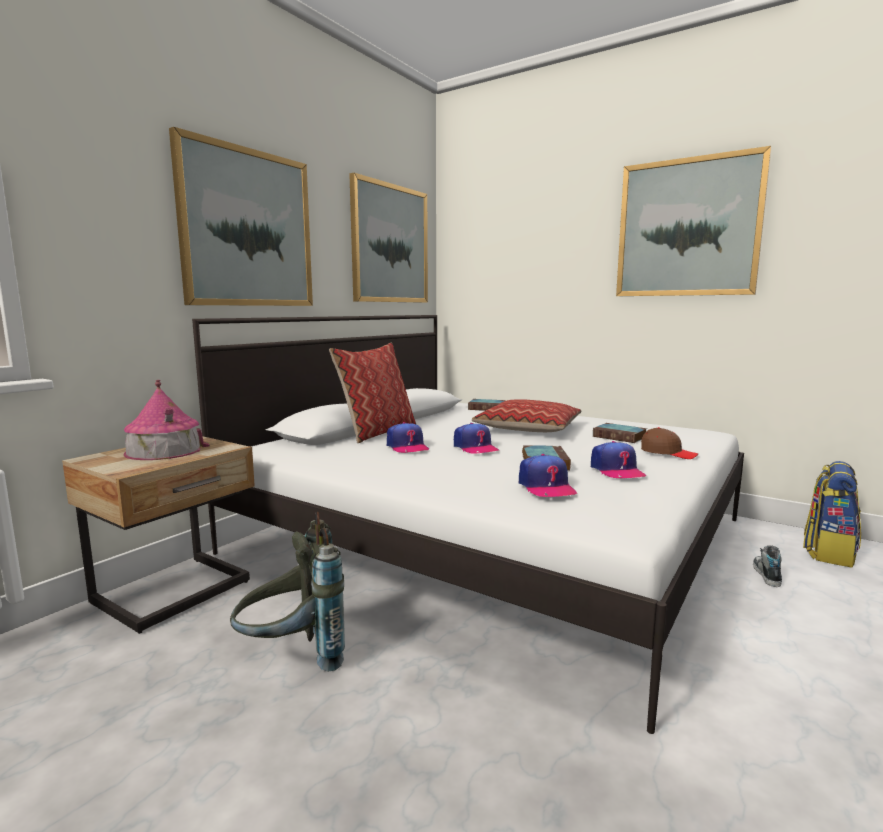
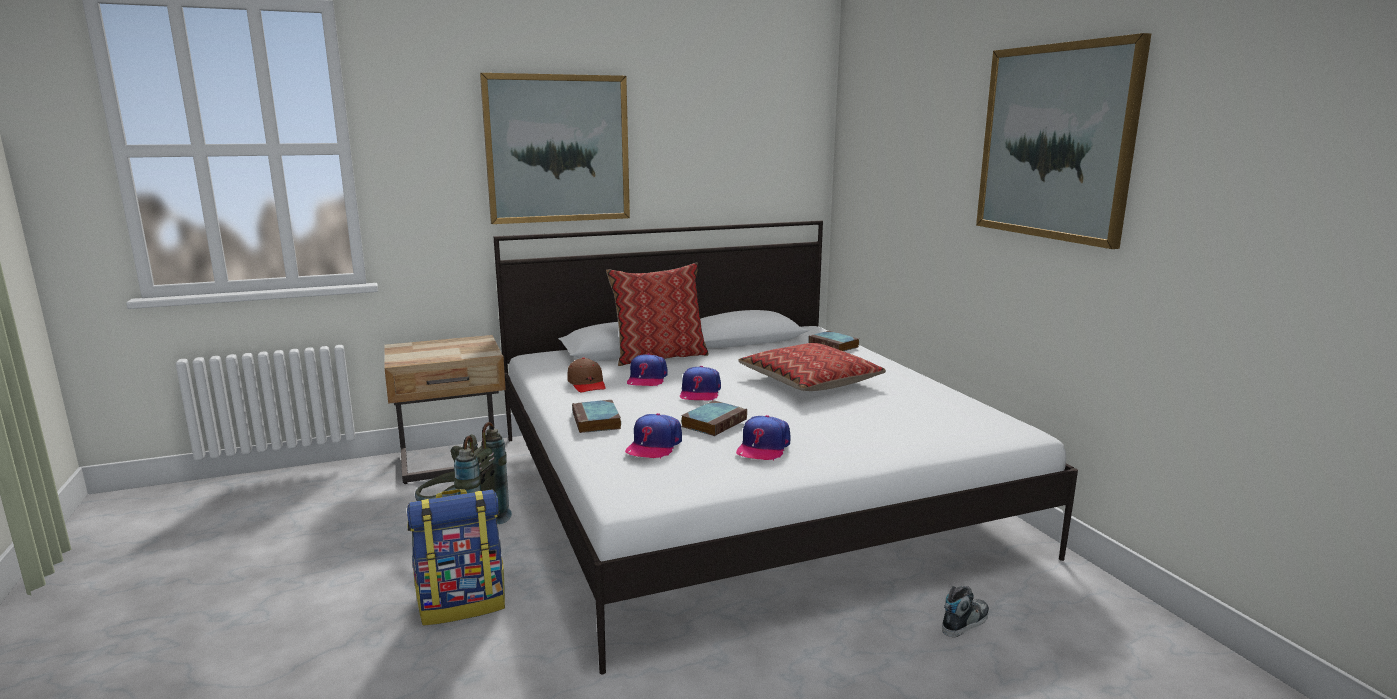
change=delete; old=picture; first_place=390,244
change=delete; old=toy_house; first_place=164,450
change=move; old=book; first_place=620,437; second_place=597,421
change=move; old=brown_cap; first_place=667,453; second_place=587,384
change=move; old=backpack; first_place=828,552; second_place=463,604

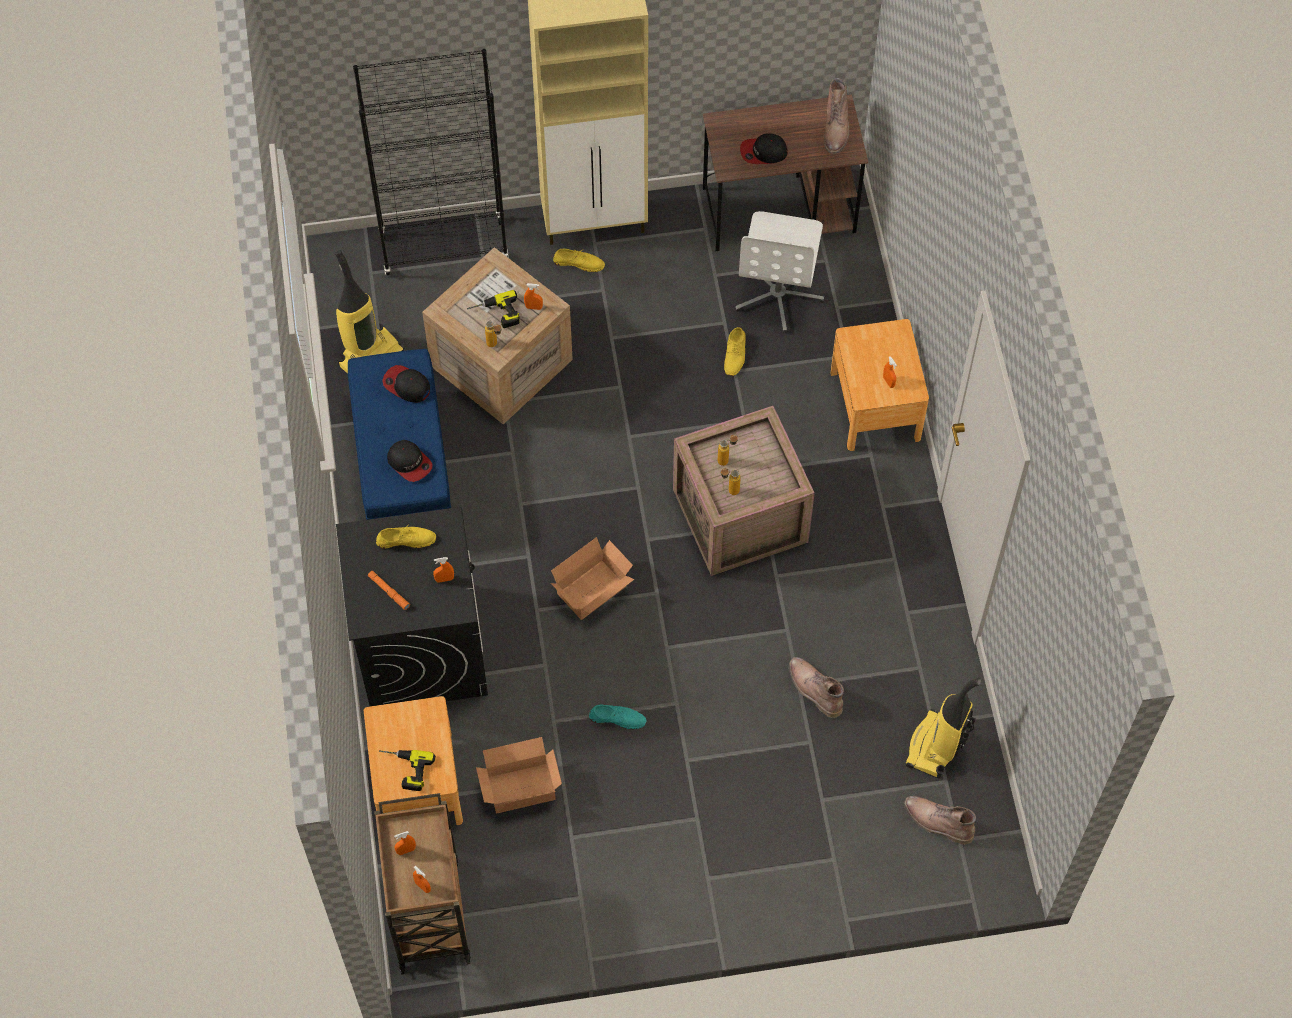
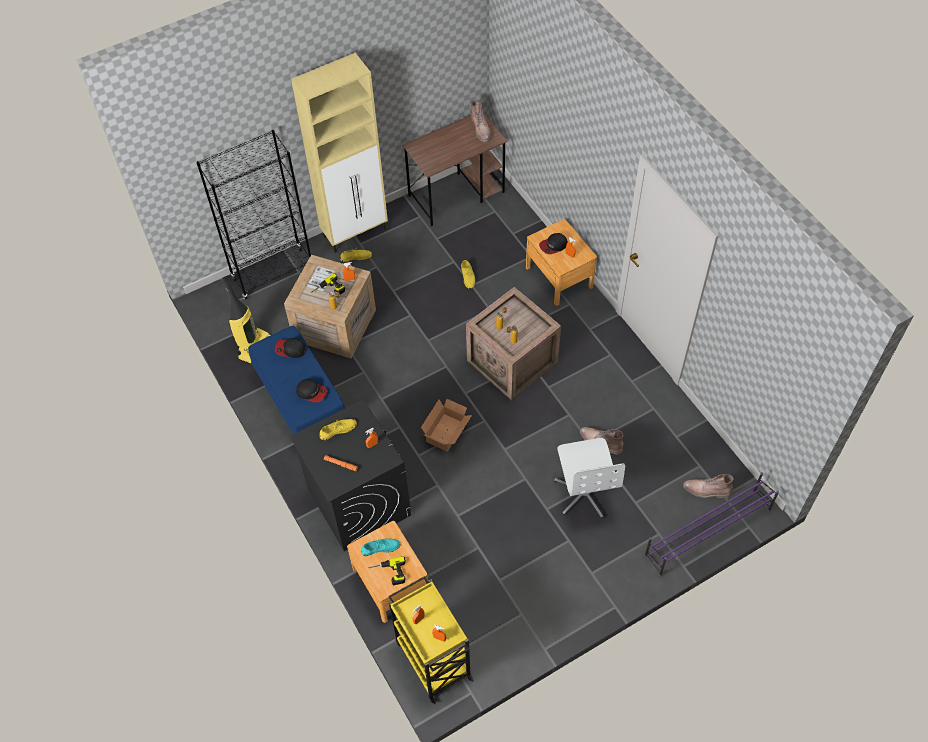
change=move; old=cap; first_place=763,152; second_place=553,246
change=move; old=white_office_chair; first_place=778,294; second_place=584,492
change=delete; old=vacuum_cleaner; first_place=935,746
change=move; old=turquoise_shoe; first_place=617,718; second_place=380,547
change=delete; old=cardboard_box; first_place=519,786
change=recolor; old=brown_cart; new=yellow_cart; first_place=428,911; second_place=432,658
change=insert; new=purple_shoe_rack; second_place=707,532

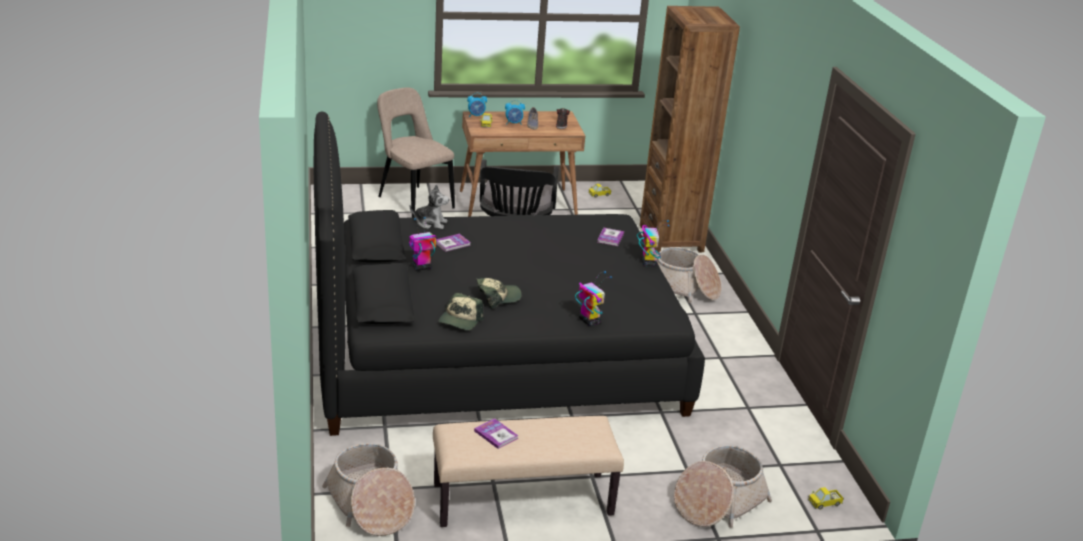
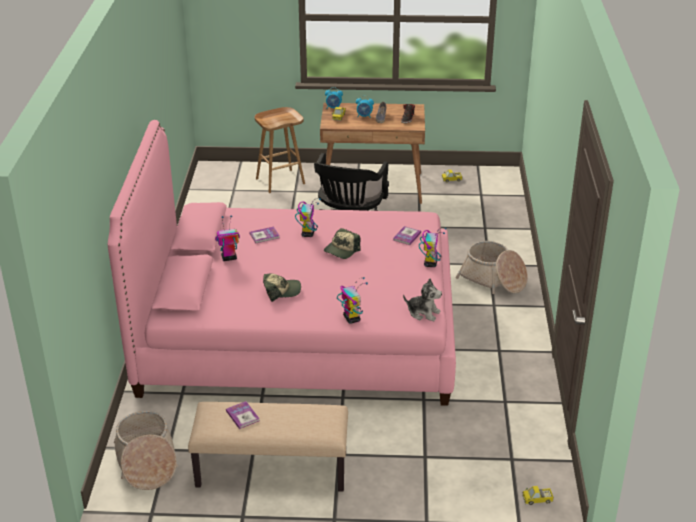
change=delete; old=brown_bookcase; first_place=671,238
change=replace; old=beige_chair; new=brown_stool; first_place=413,201; second_place=280,180
change=recolor; old=black_bed; new=pink_bed; first_place=494,354; second_place=297,333
change=move; old=plush_toy; first_place=430,223; second_place=423,313
change=move; old=cap; first_place=460,320; second_place=341,250
change=delete; old=basket; first_place=718,502
change=insert; new=toy_robot; second_place=308,233

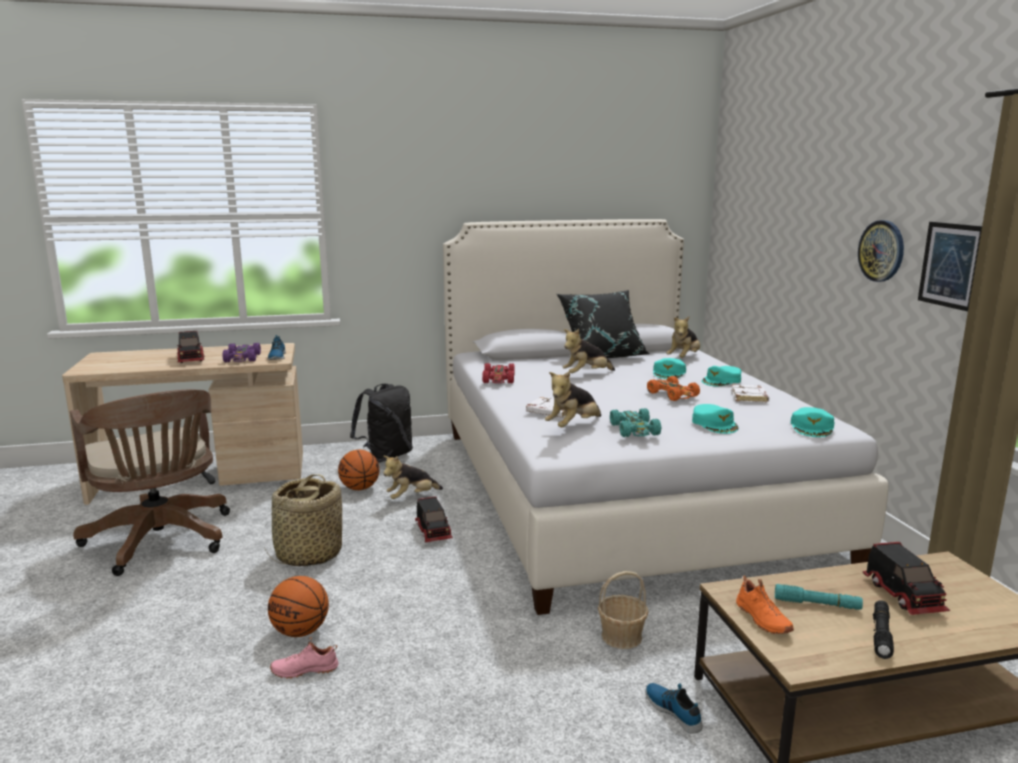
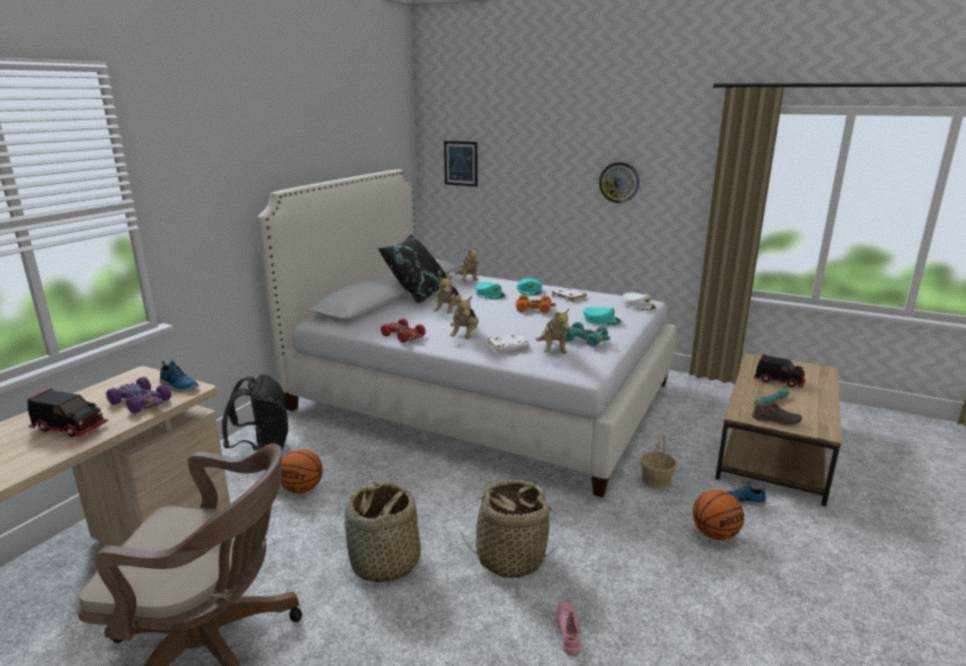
change=move; old=picture; first_place=951,265; second_place=461,163
change=recolor; old=turquoise_cap; new=white_cap; first_place=812,428; second_place=639,305
change=move; old=plush_toy; first_place=411,497; second_place=465,336
change=delete; old=toy_truck; first_place=433,531
change=recolor; old=orange_shoe; new=black_shoe; first_place=761,619; second_place=776,421
change=move; old=basketball; first_place=300,631; second_place=715,534
change=delete; old=black_flashlight; first_place=881,634
change=rotate; old=pink_shoe; first_place=305,669; second_place=569,632; degrees=150
change=insert; new=basket; second_place=510,557

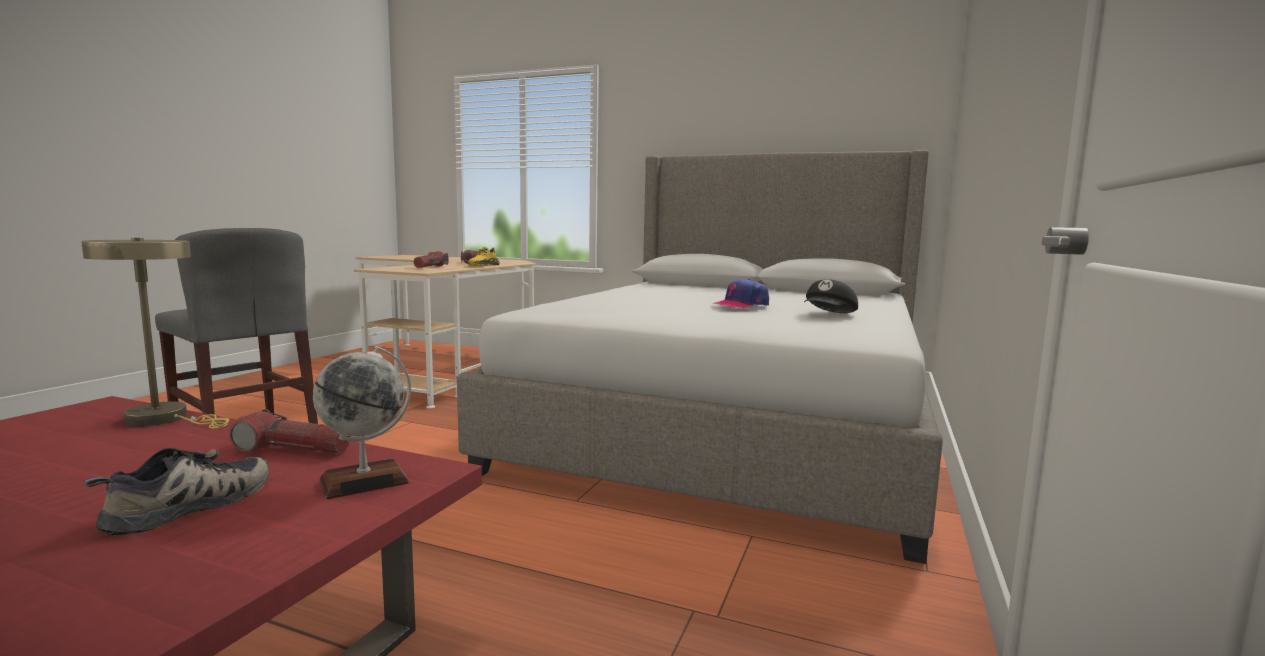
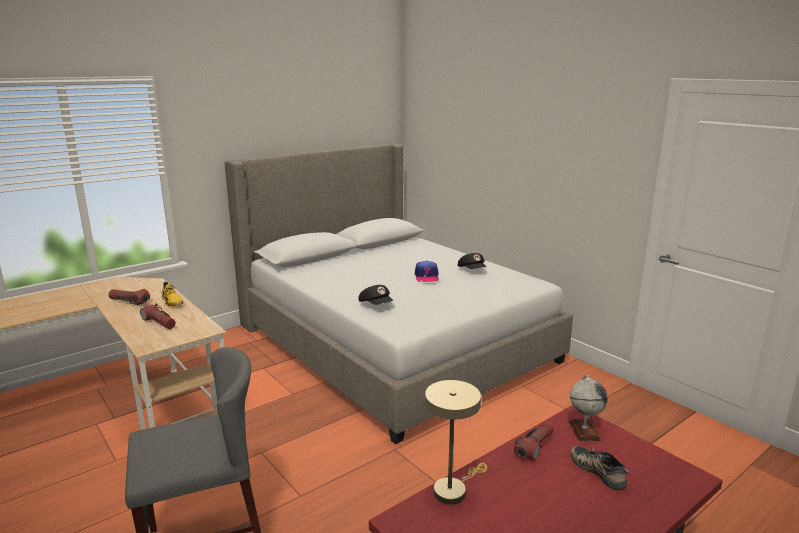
change=insert; new=black_cap; second_place=376,305

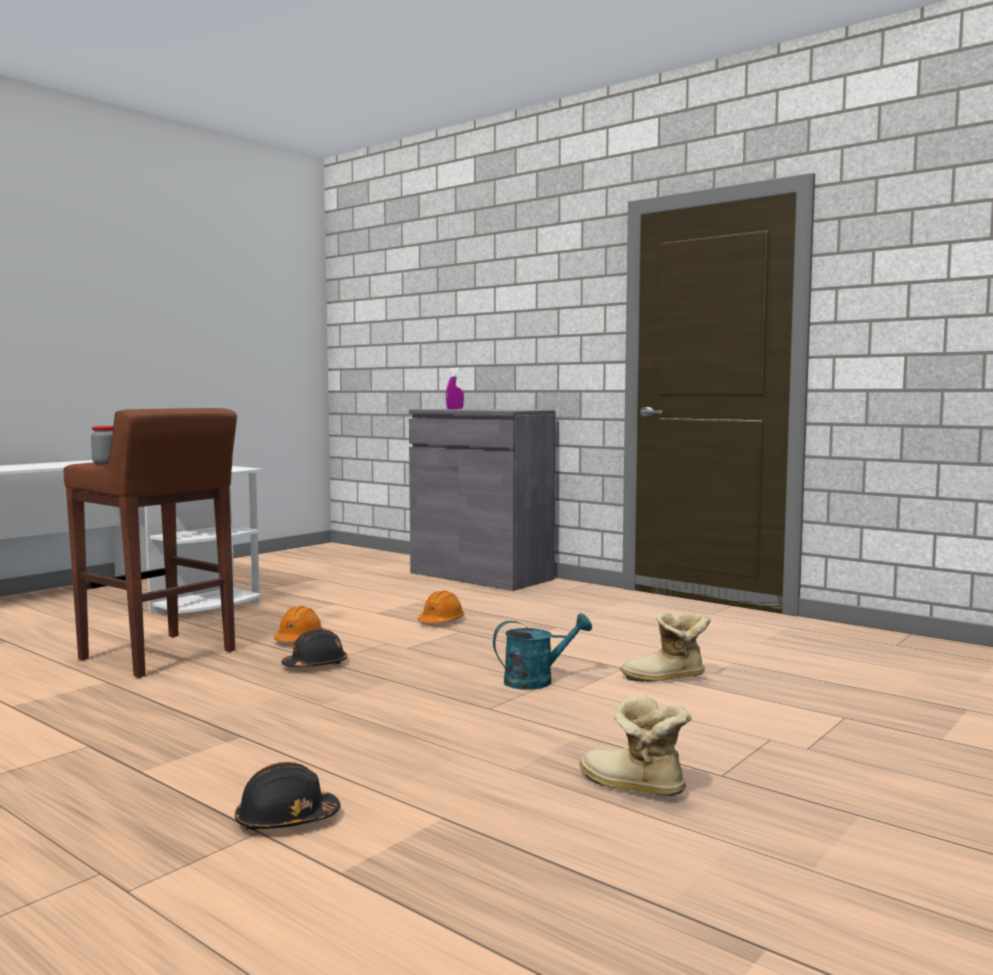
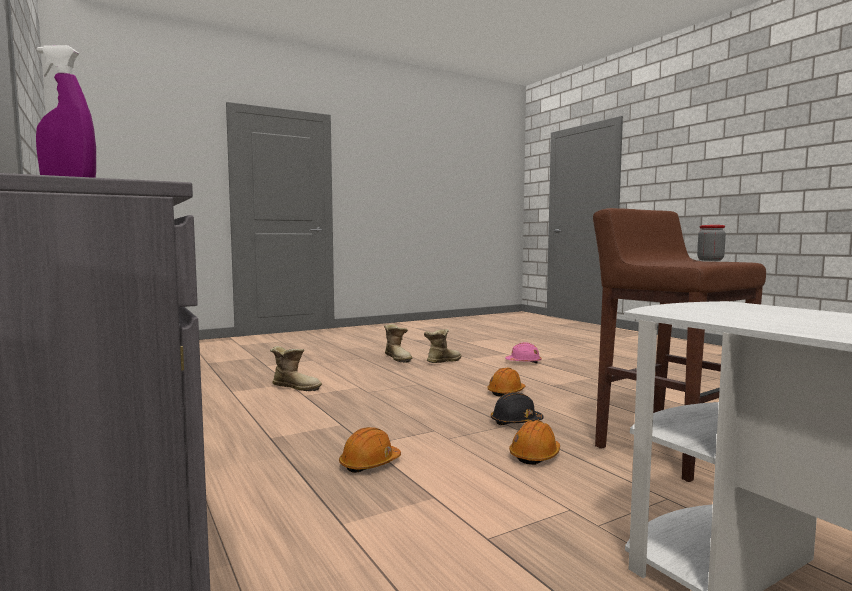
change=delete; old=turquoise_watering_can; first_place=537,680
change=recolor; old=black_hard_hat; new=pink_hard_hat; first_place=286,820; second_place=523,362
change=insert; new=boot; second_place=442,362
change=insert; new=orange_hard_hat; second_place=506,392

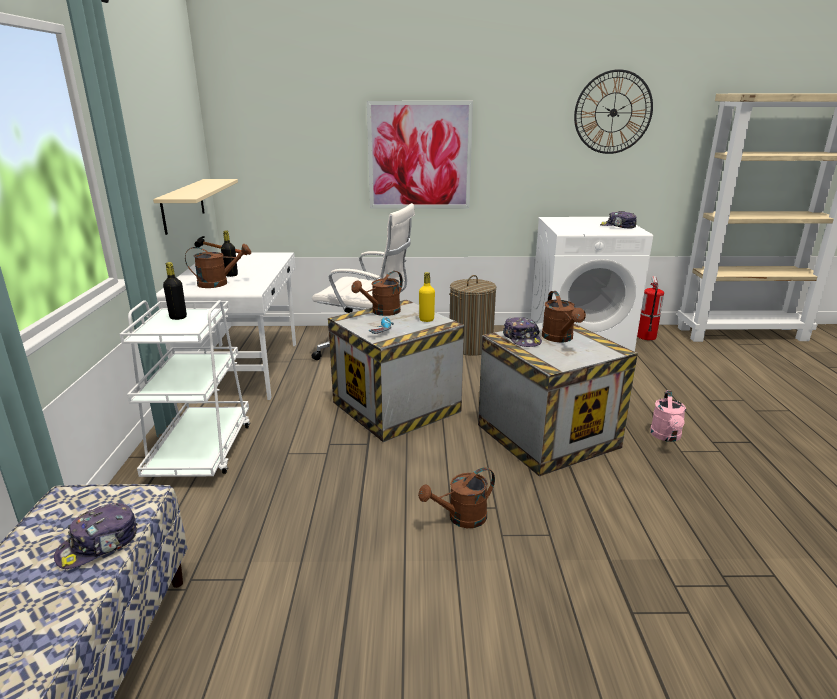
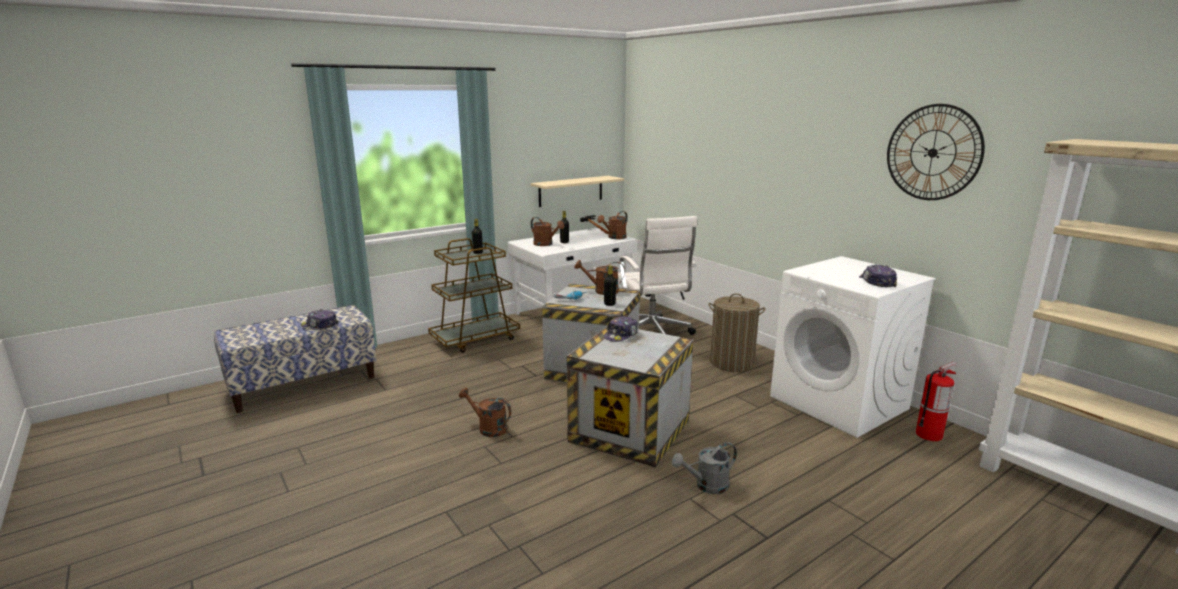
change=delete; old=picture; first_place=419,156
change=recolor; old=yellow_bottle; new=black_bottle; first_place=426,320; second_place=609,304
change=move; old=brown_watering_can; first_place=560,338; second_place=614,237
change=recolor; old=white_cart; new=brown_cart; first_place=201,450; second_place=475,339
change=recolor; old=pink_watering_can; new=grey_watering_can; first_place=666,437; second_place=706,486

